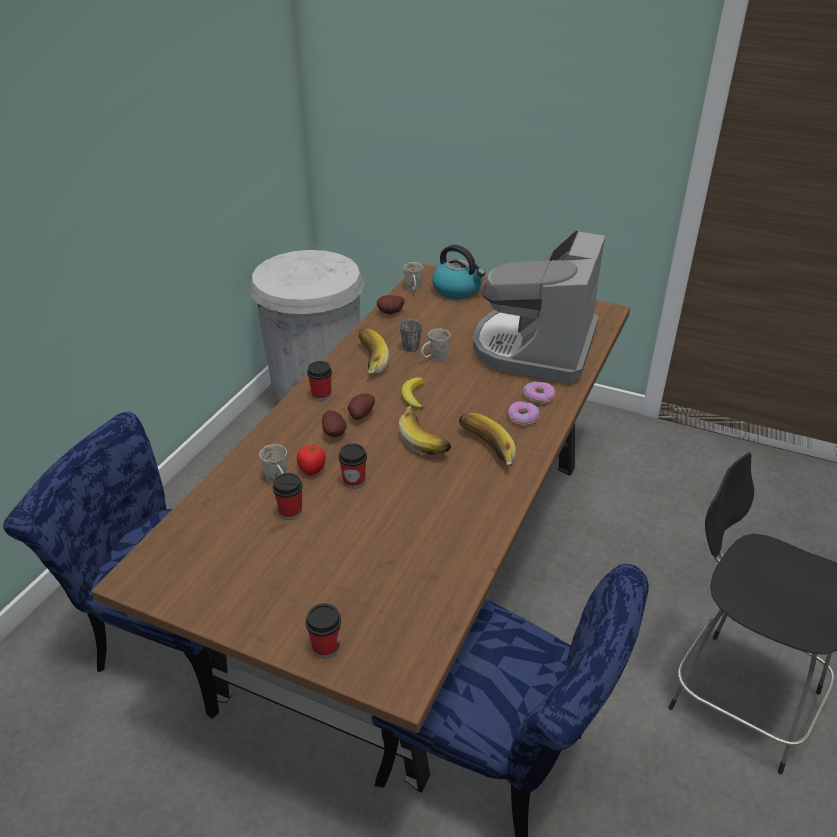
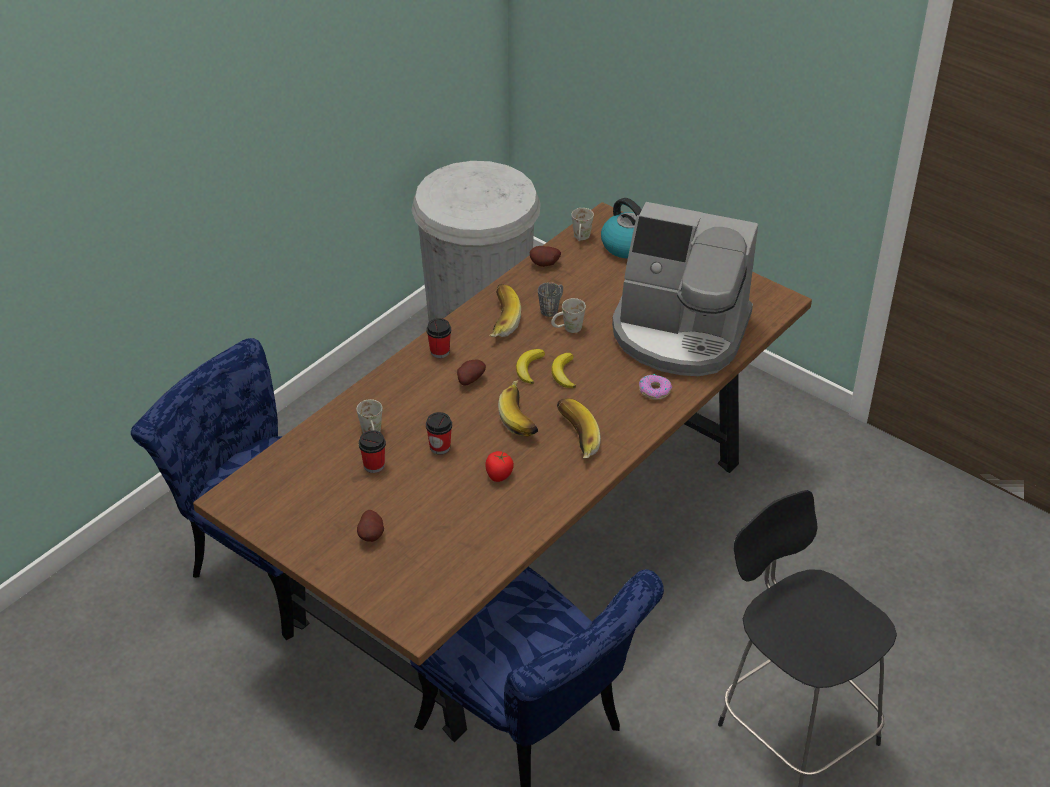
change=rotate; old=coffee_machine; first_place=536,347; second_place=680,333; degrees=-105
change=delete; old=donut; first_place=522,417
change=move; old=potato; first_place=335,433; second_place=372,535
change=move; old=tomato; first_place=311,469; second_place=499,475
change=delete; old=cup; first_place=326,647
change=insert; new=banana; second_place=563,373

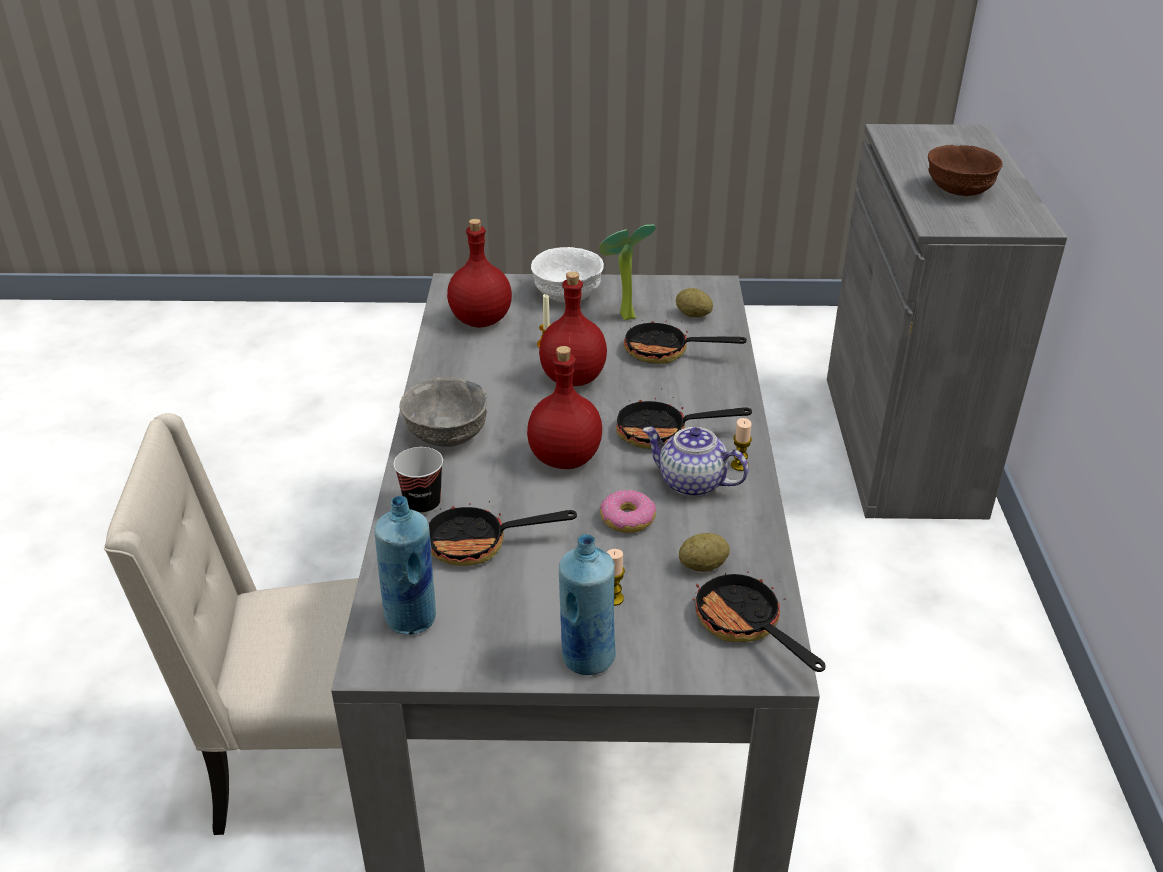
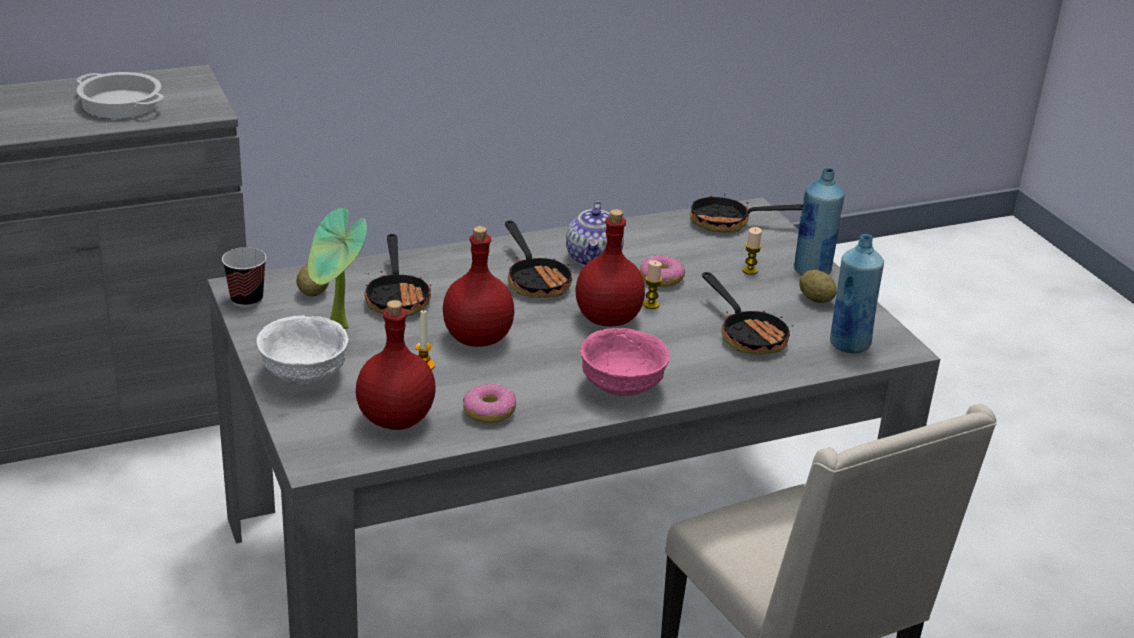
change=replace; old=brown_bowl; new=cooking_pot; first_place=958,190; second_place=119,104
change=recolor; old=grey_bowl; new=pink_bowl; first_place=447,434; second_place=620,386
change=move; old=candle; first_place=739,465; second_place=651,305
change=move; old=cup; first_place=422,504; second_place=246,300
change=move; old=potato; first_place=703,566; second_place=815,299
change=rotate; old=frying_pan; first_place=745,626; second_place=729,223; degrees=60
change=insert; new=donut; second_place=489,411

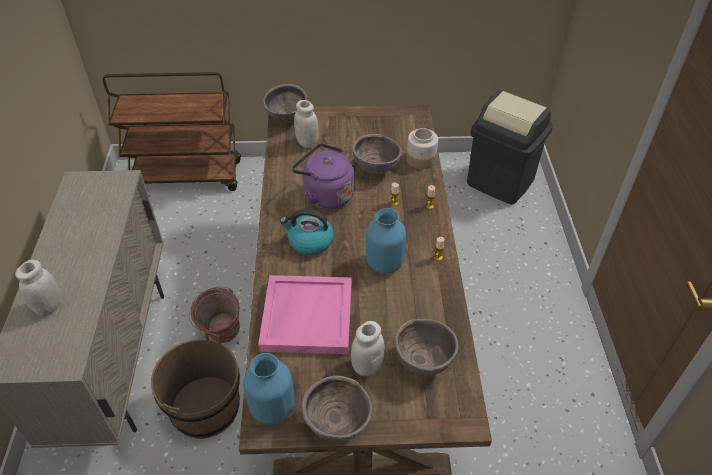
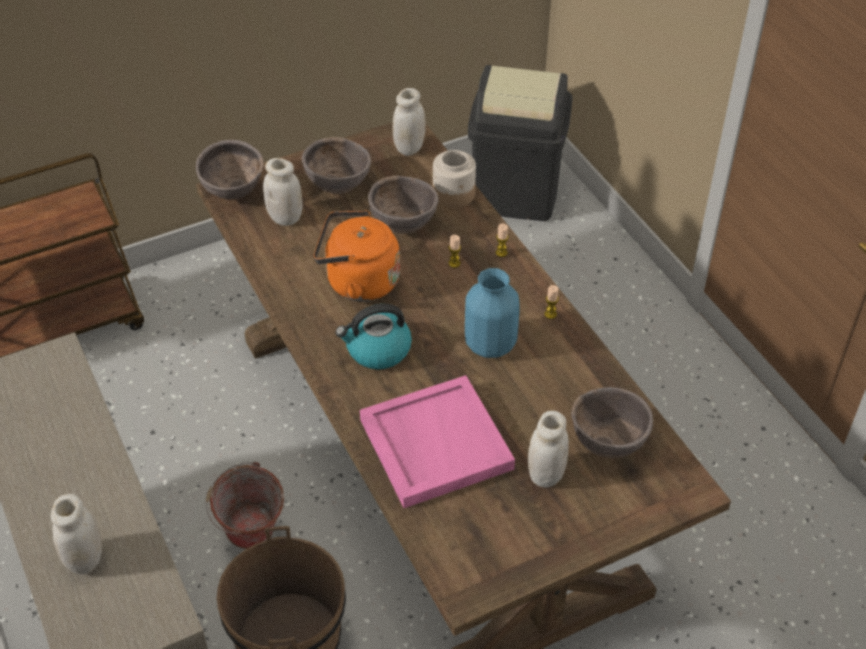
change=recolor; old=purple_kettle; new=orange_kettle; first_place=325,195; second_place=358,282
change=delete; old=blue_vase; first_place=272,407
change=move; old=brown_bowl; first_place=337,424; second_place=338,187
change=insert; new=white_jar; second_place=409,148

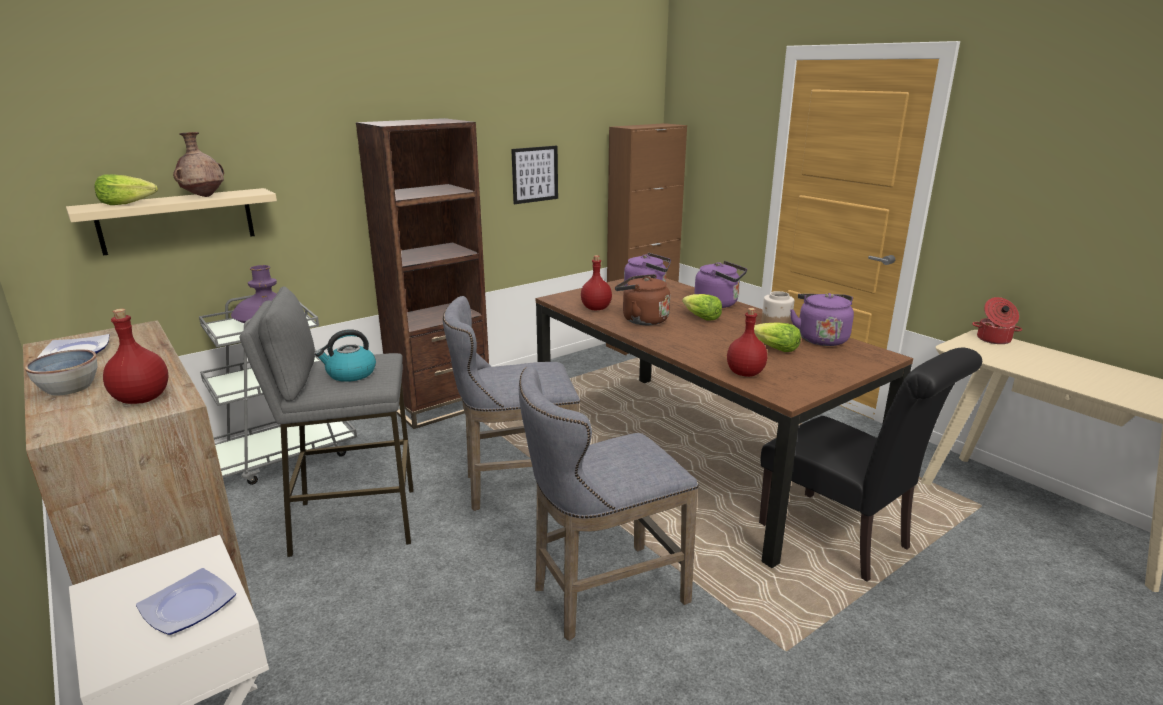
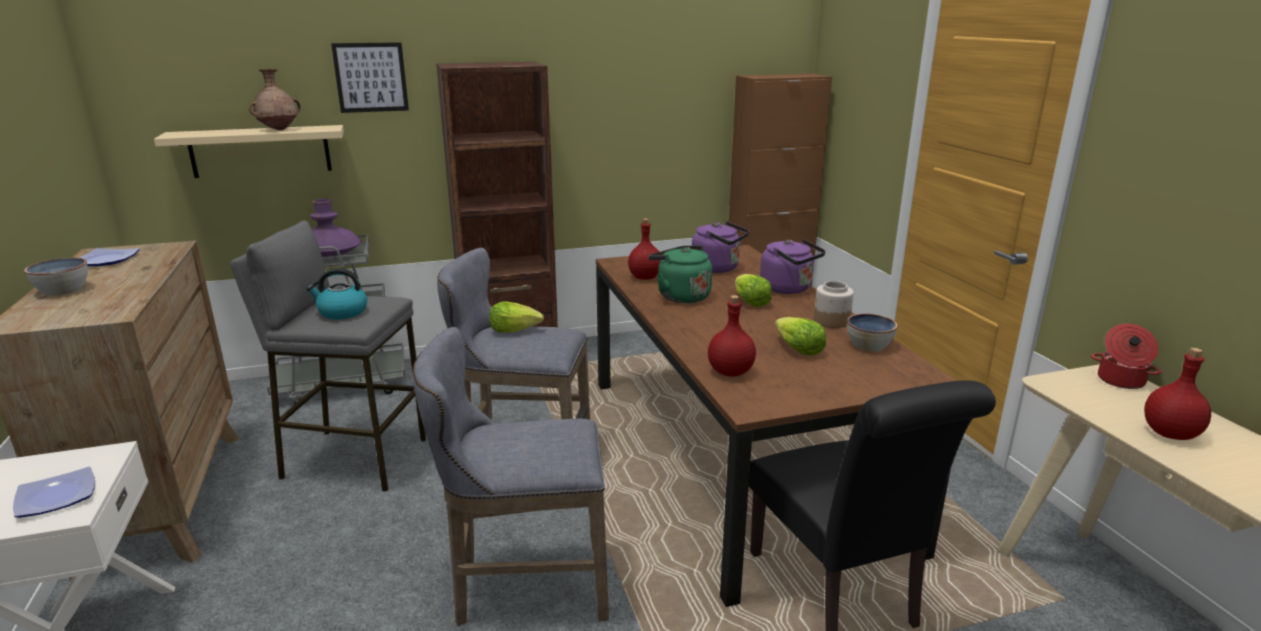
change=move; old=picture; first_place=535,174; second_place=371,77
change=move; old=lettuce; first_place=127,204; second_place=515,330
change=recolor; old=brown_kettle; new=green_kettle; first_place=642,320; second_place=680,296
change=replace; old=purple_kettle; new=bowl; first_place=821,338; second_place=869,345
change=move; old=red_bottle; first_place=143,398; second_place=1170,433

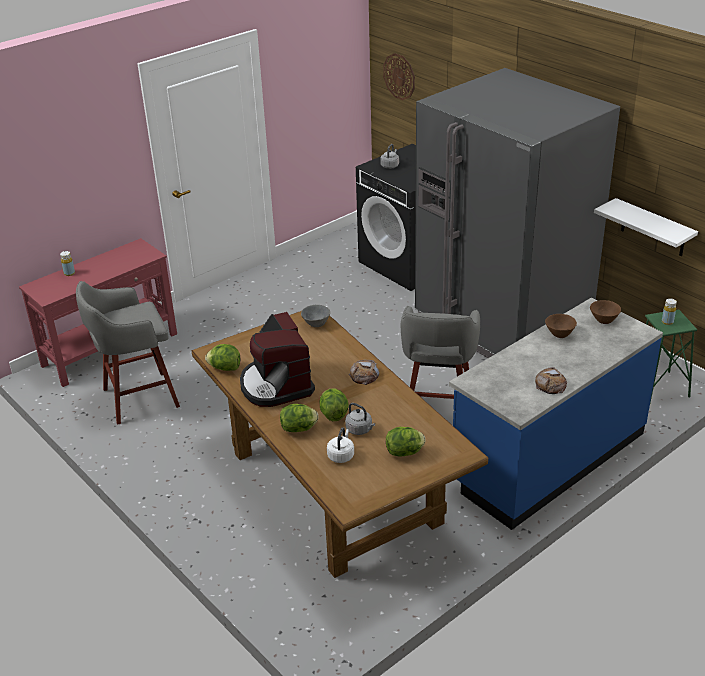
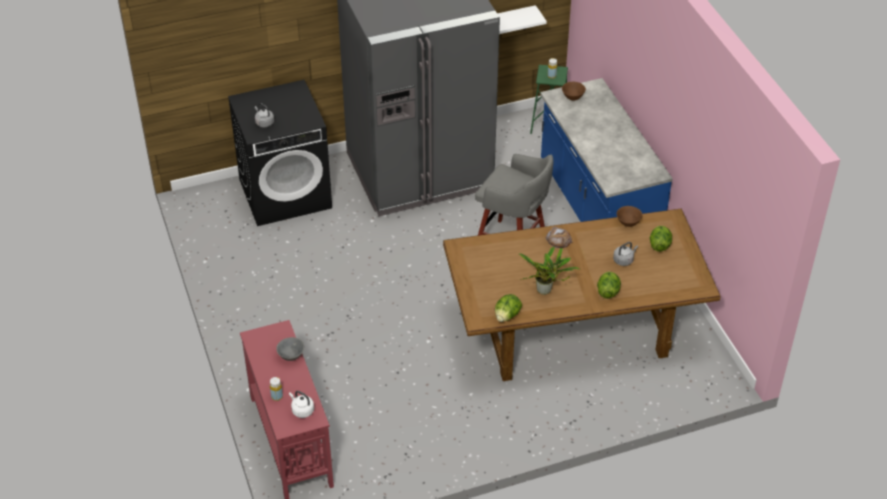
change=delete; old=wall_clock; first_place=399,76
change=delete; old=grey_stool; first_place=138,398
change=move; old=grey_bowl; first_place=316,323; second_place=290,355
change=replace; old=coffee_machine; new=potted_plant; first_place=276,385; second_place=546,291
change=move; old=brown_bowl; first_place=560,333; second_place=628,222
change=delete; old=bread; first_place=550,384
change=delete; old=lettuce; first_place=333,414
change=move; old=white_kettle; first_place=341,455; second_place=302,410

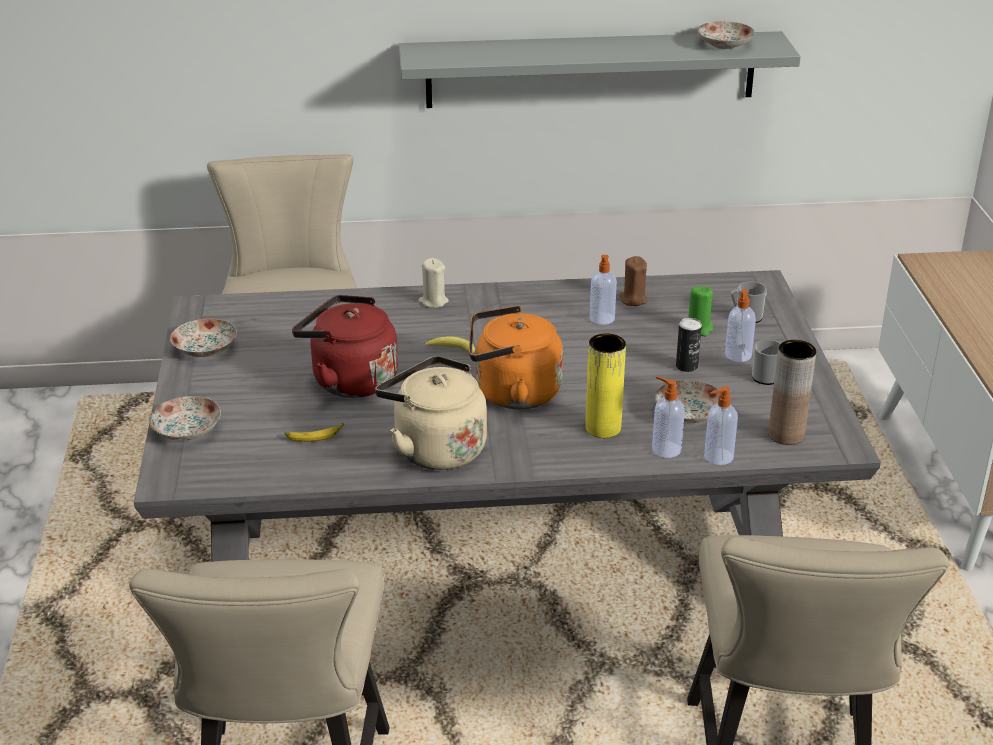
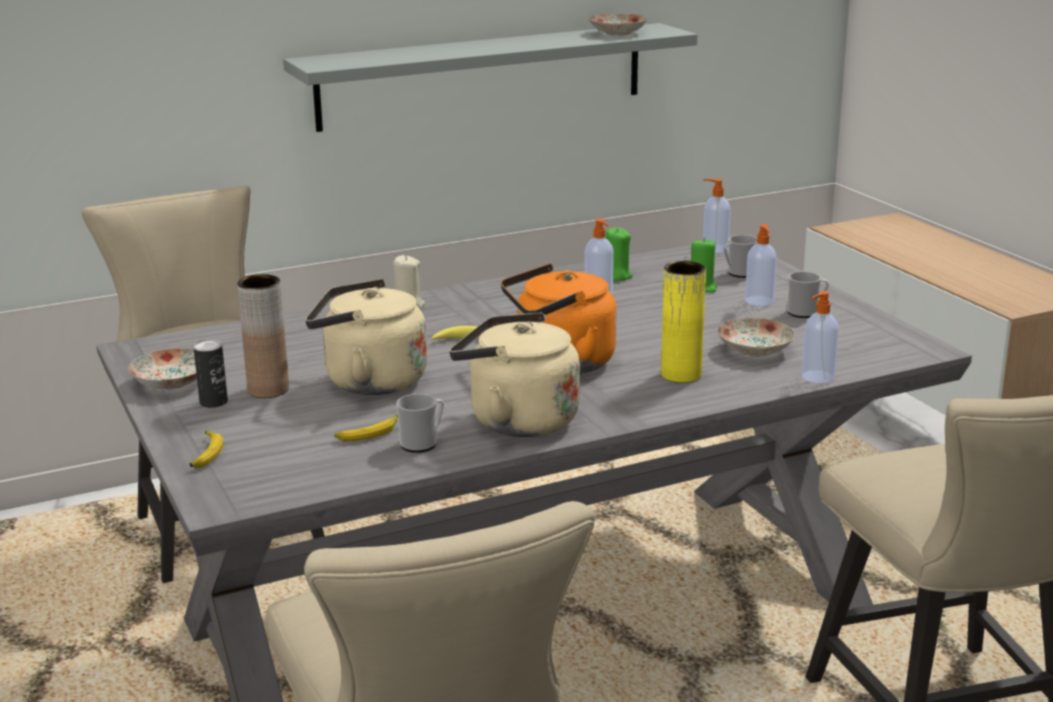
change=recolor; old=brown_candle; new=green_candle; first_place=633,299; second_place=616,276
change=recolor; old=red_kettle; new=beige_kettle; first_place=349,380; second_place=369,381
change=move; old=can; first_place=686,366; second_place=213,402
change=move; old=brown_vase; first_place=786,435; second_place=268,390
change=move; old=soap_dispenser; first_place=665,449; second_place=714,249
change=replace; old=plate; new=banana; first_place=186,430; second_place=206,454
change=insert; new=mug; second_place=422,443

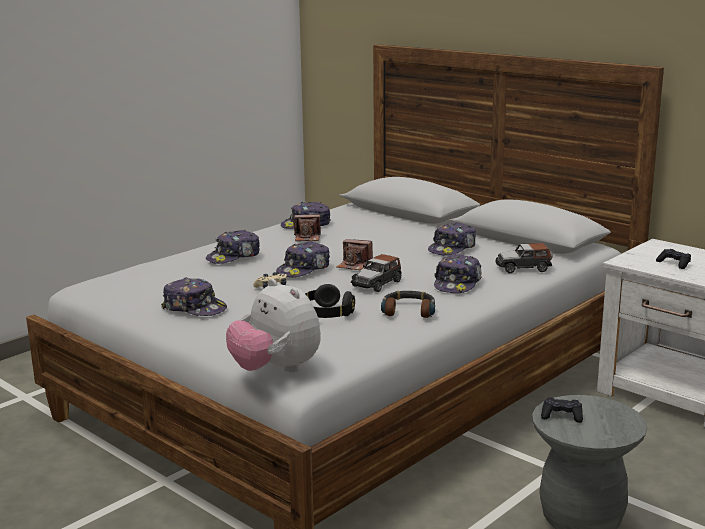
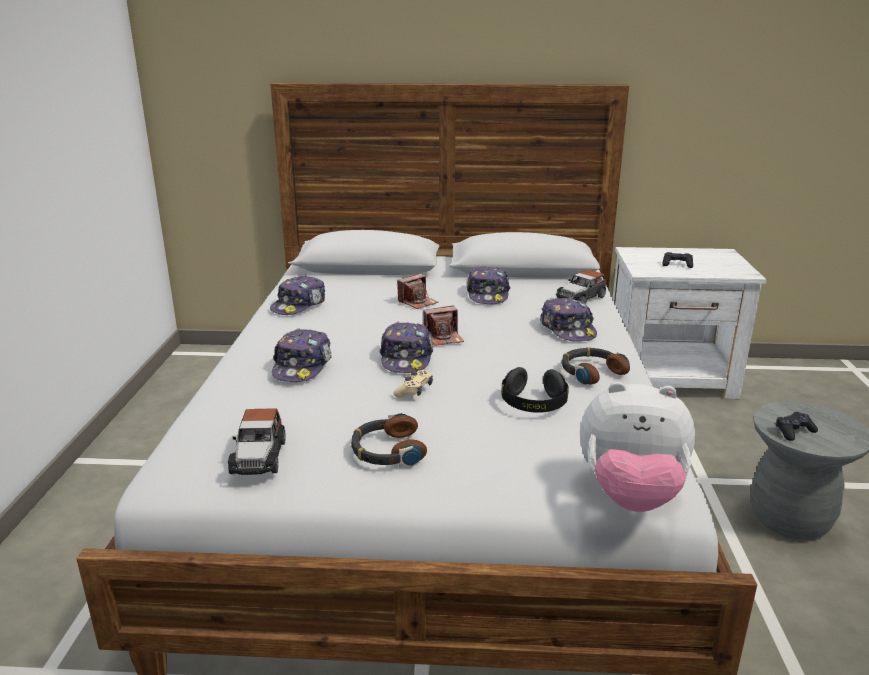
change=move; old=photo_camera; first_place=307,238; second_place=418,302
change=move; old=toy_car; first_place=377,284; second_place=259,457
change=replace; old=cap; new=headphones; first_place=194,308; second_place=387,451

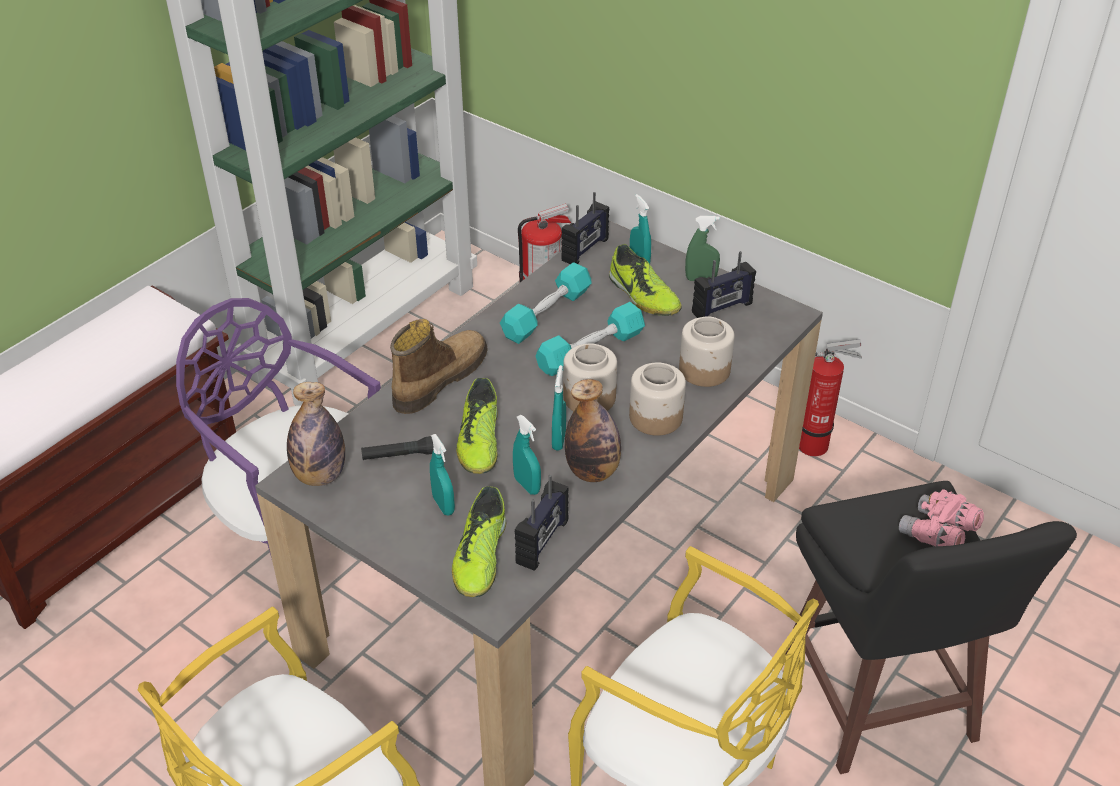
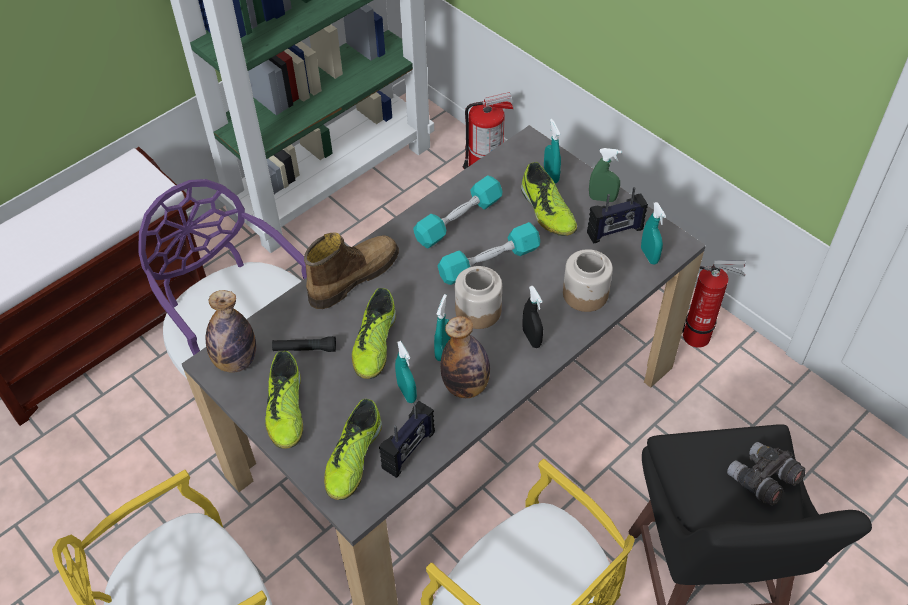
change=delete; old=radio; first_place=585,250
change=replace; old=jar; new=black_spray_bottle; first_place=655,418; second_place=531,338
change=move; old=turquoise_spray_bottle; first_place=443,505; second_place=649,255
change=recolor; old=pink_binoculars; new=grey_binoculars; first_place=937,534; second_place=762,480
change=insert; new=shoe; second_place=286,409

